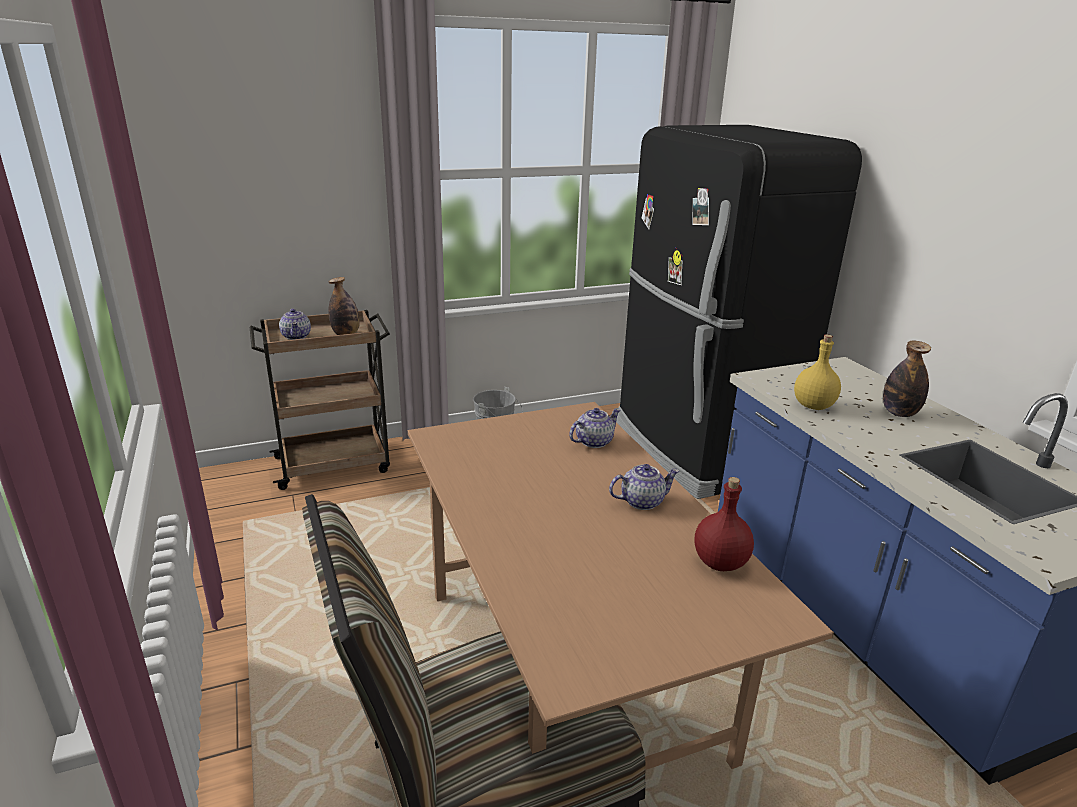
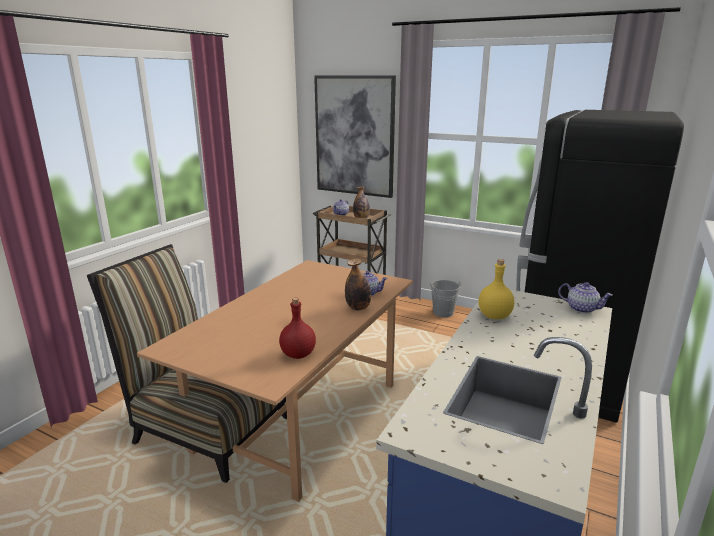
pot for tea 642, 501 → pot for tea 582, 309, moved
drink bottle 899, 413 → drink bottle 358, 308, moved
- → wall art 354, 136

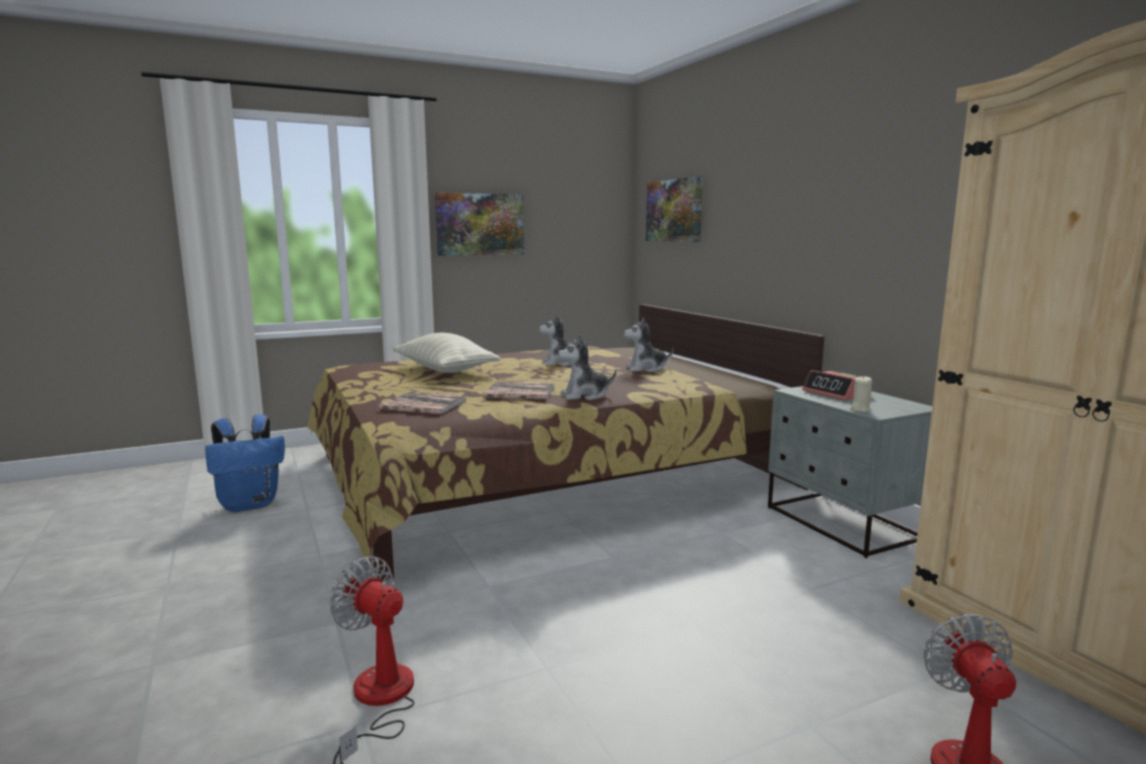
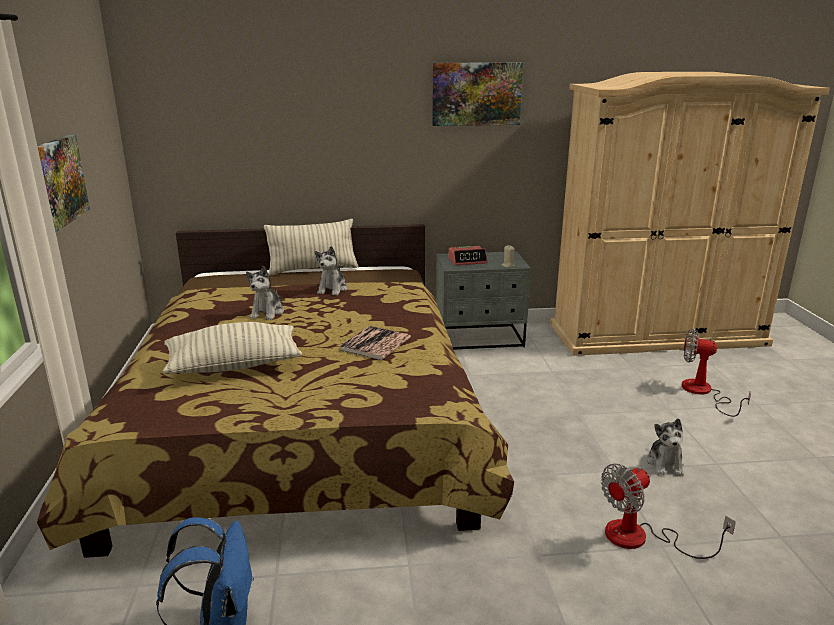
bound book 424, 405 → -
cuddly toy 585, 396 → cuddly toy 665, 464, moved
wall art 674, 210 → wall art 476, 94, moved
- → throw pillow 313, 269

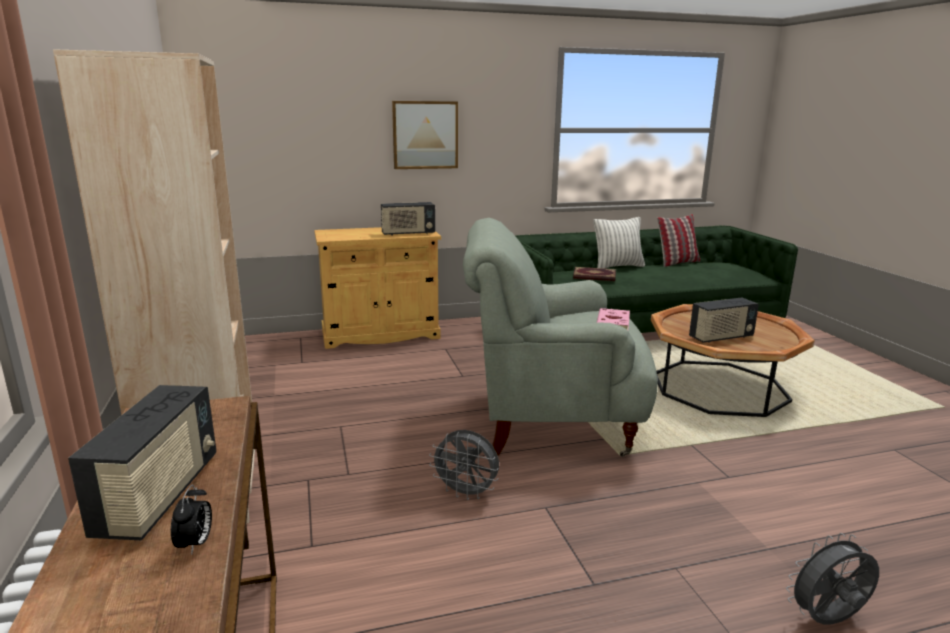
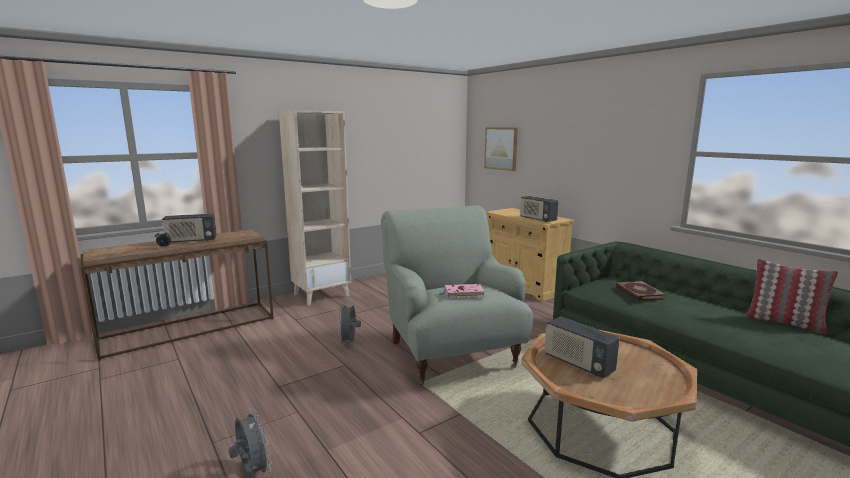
wall art 425, 135 → wall art 501, 148, moved
throw pillow 617, 266 → -

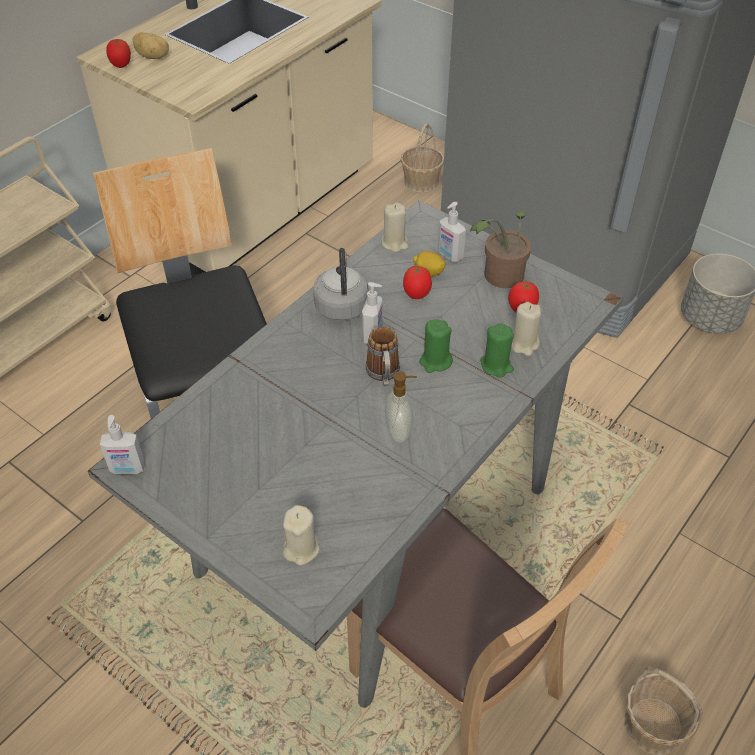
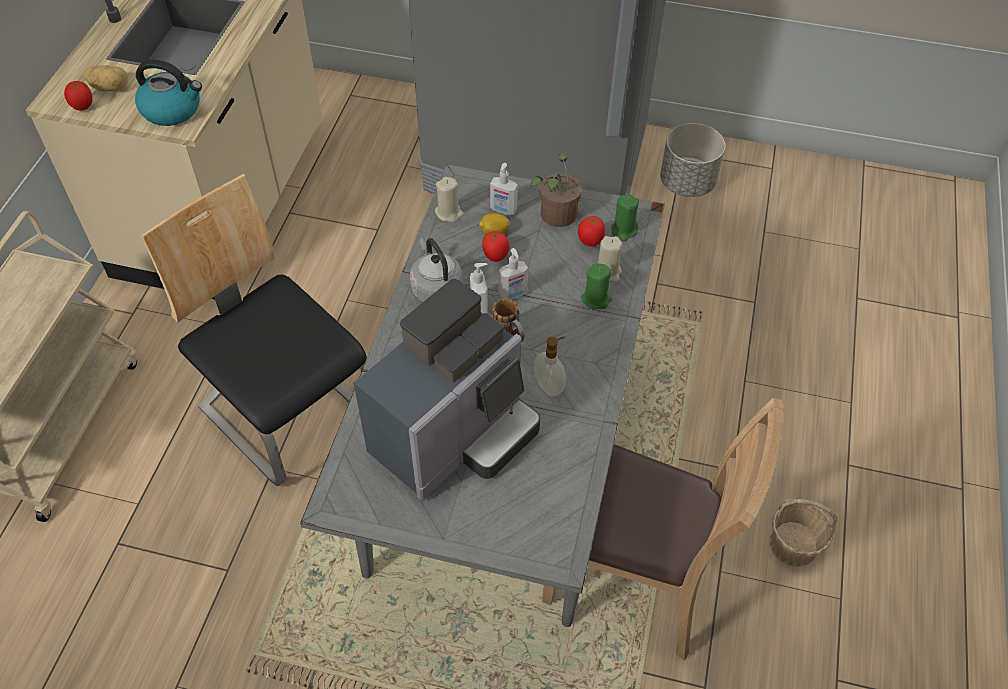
soap bottle 127, 469 → soap bottle 513, 294, moved
beige wax light 301, 548 → -
household basket 421, 182 → -
greenish wax light 435, 361 → greenish wax light 624, 230, moved
- → water kettle 173, 109
- → coffee maker 455, 435

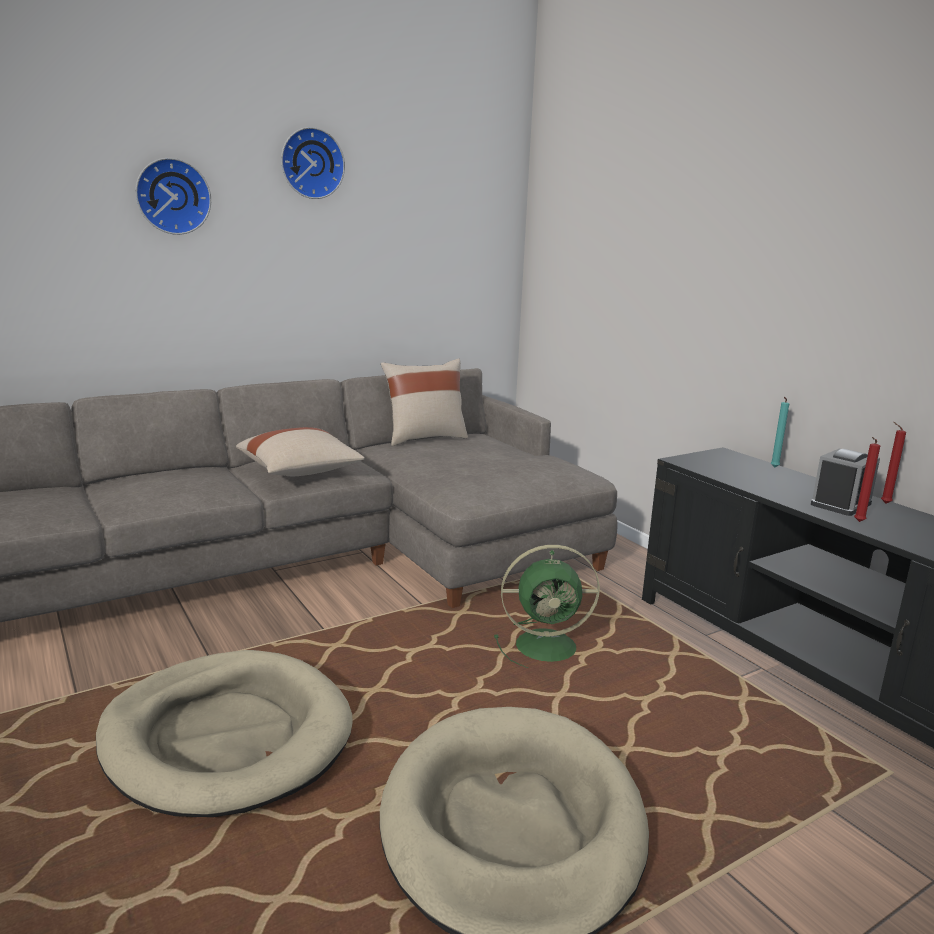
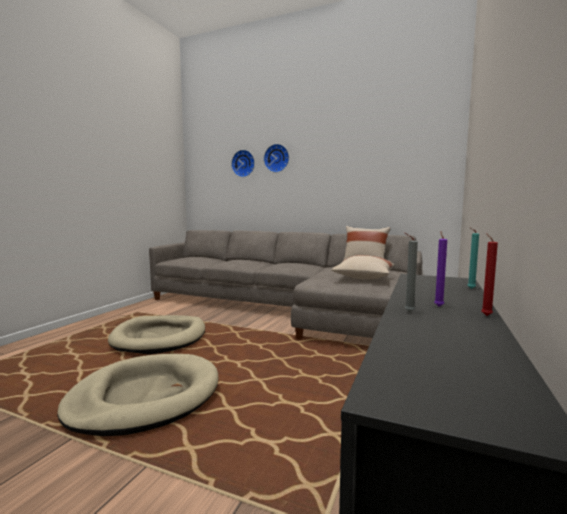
beige throw pillow 300, 472 → beige throw pillow 363, 278, moved
hanging clock 311, 163 → hanging clock 244, 163, moved
greenish cooling fan 549, 646 → -
alarm clock 841, 504 → purplish wax light 438, 306
reddish wax light 858, 522 → grey wax light 407, 312

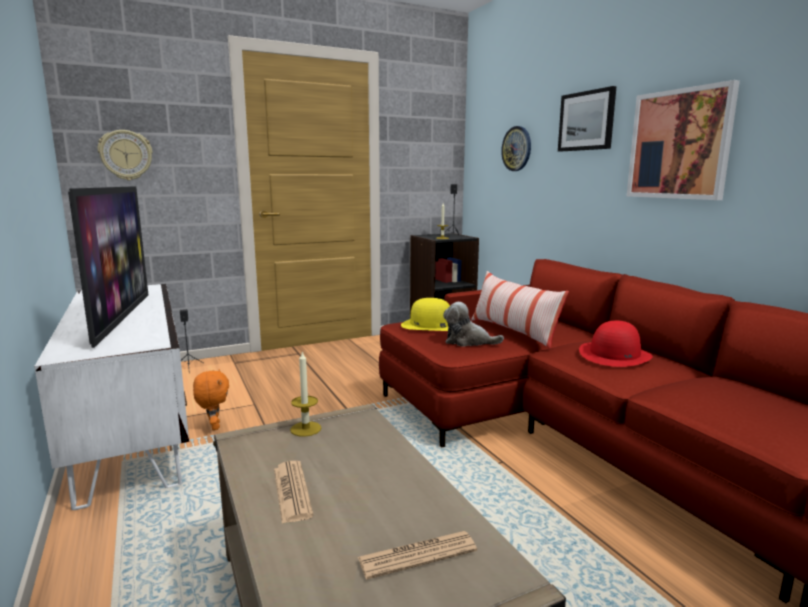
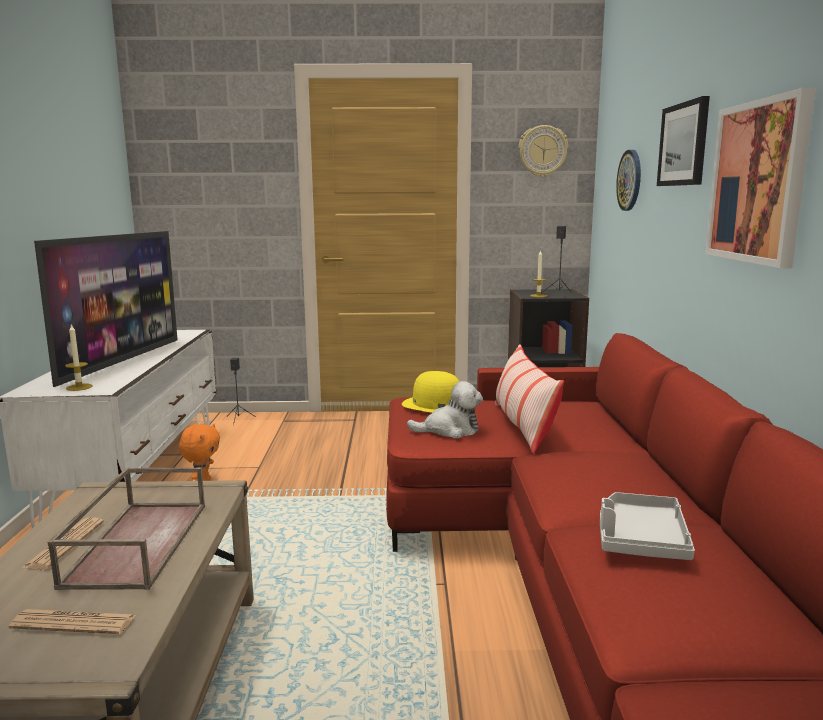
hanging clock 126, 155 → hanging clock 542, 151, moved
wax light 305, 429 → wax light 79, 387, moved
cuddly toy 468, 341 → cuddly toy 449, 430, 135 degrees clockwise
reddish wearable hat 614, 355 → -
- → brown tray 137, 542
- → grey tray 640, 539

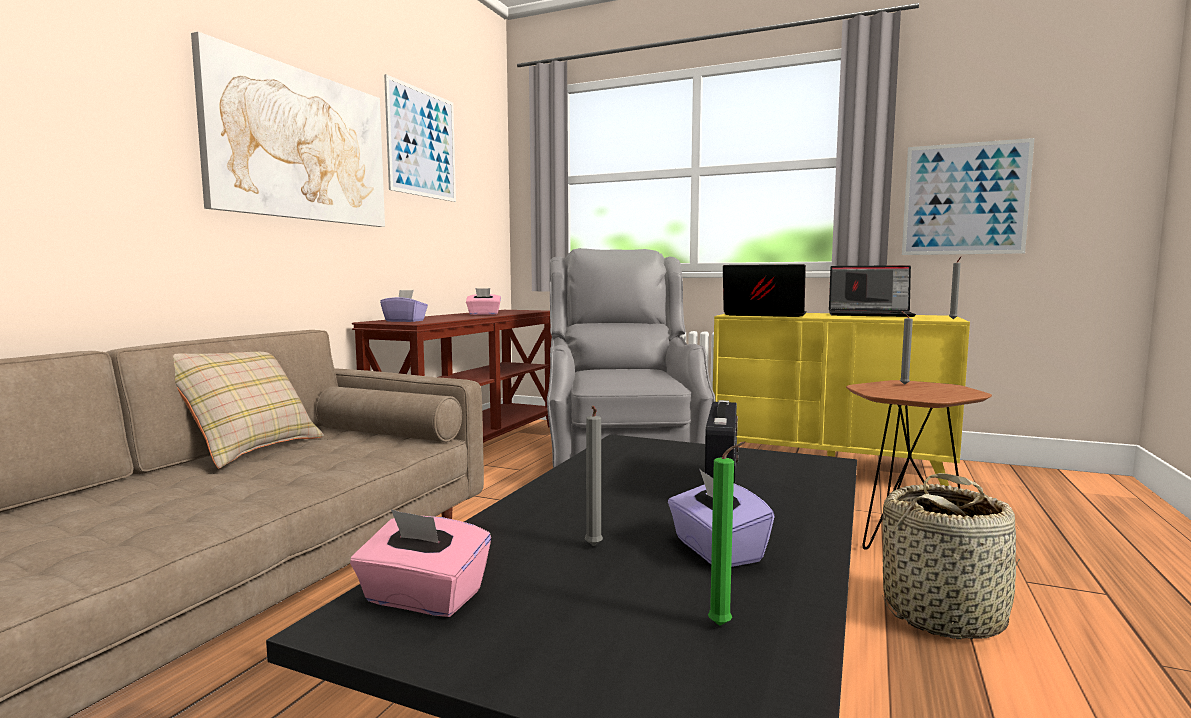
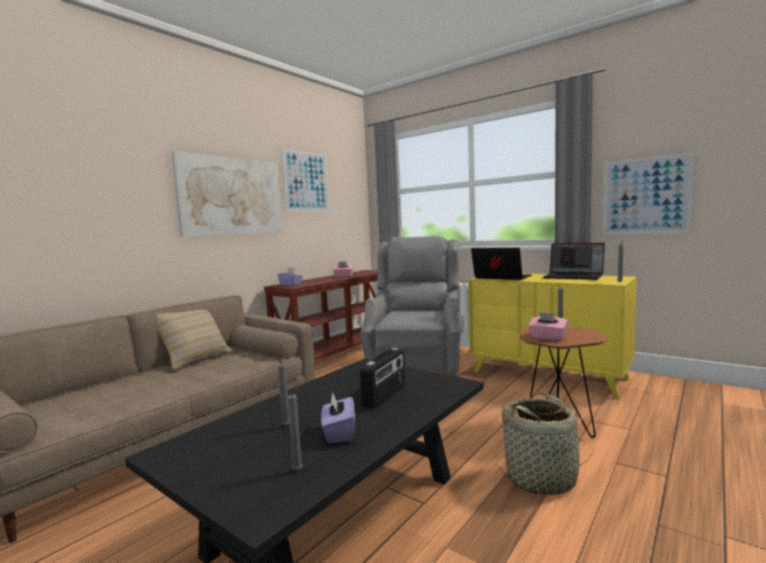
pink-coloured tissue holder 423, 598 → pink-coloured tissue holder 547, 338, moved
greenish wax light 724, 626 → grey wax light 299, 471

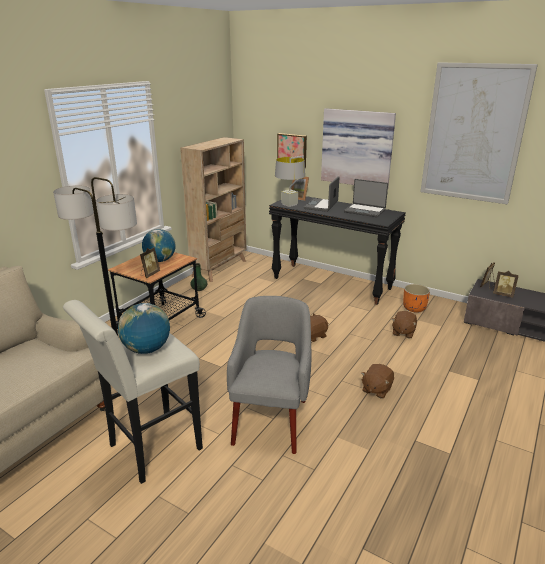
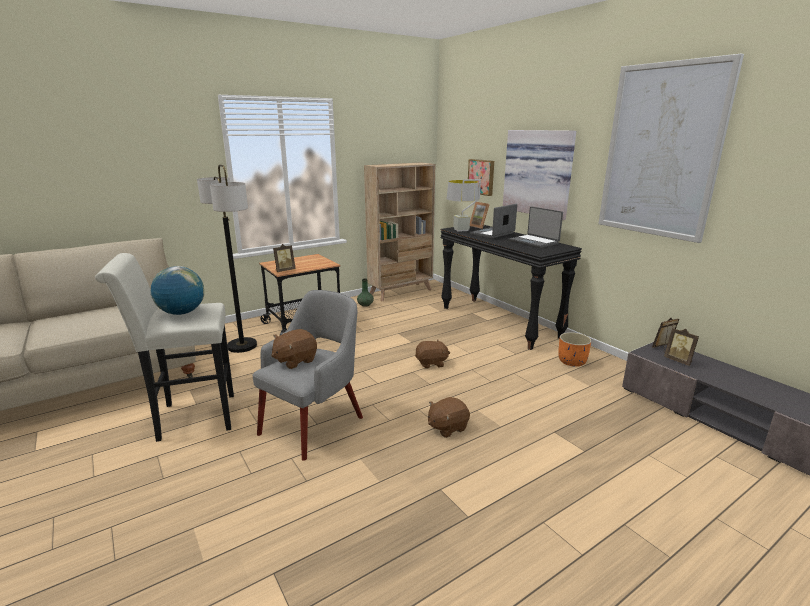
desk globe 160, 260 → -
brown cuddly toy 403, 332 → brown cuddly toy 295, 360, moved

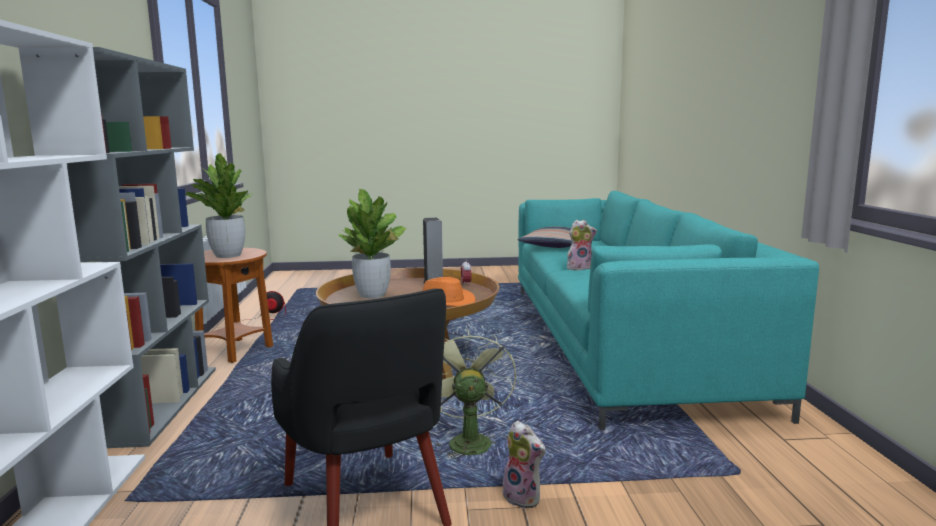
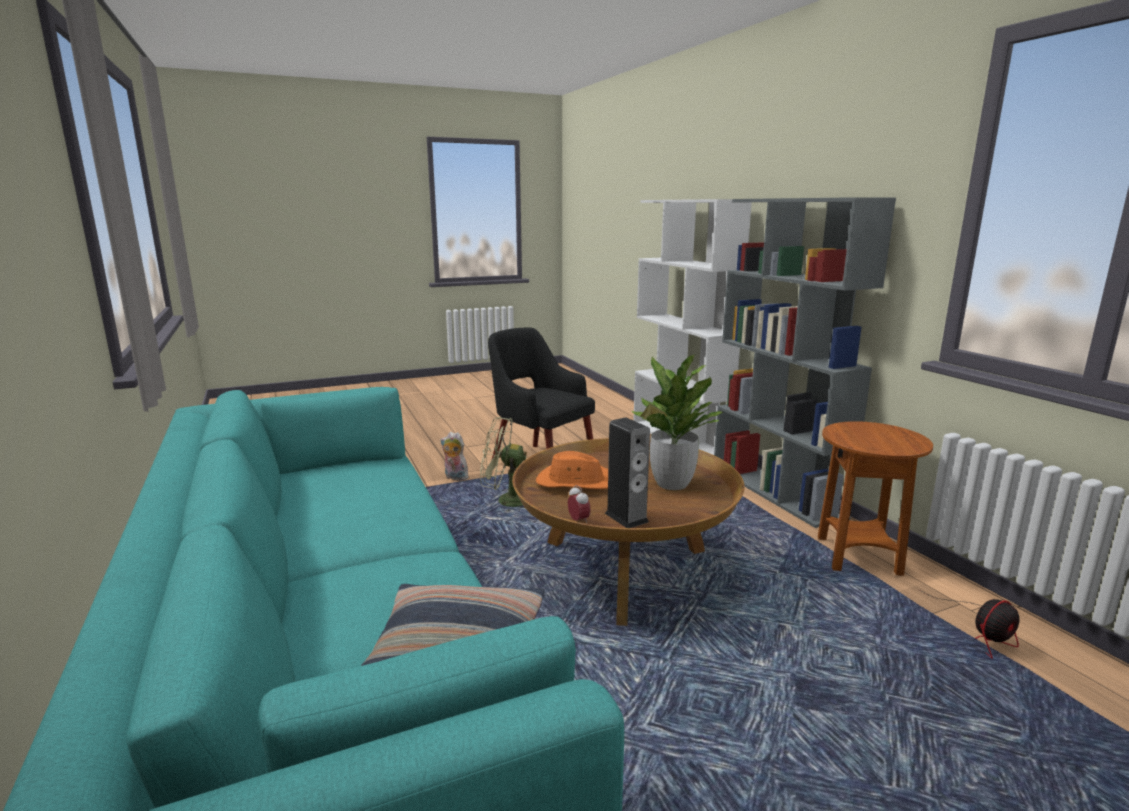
houseplant 228, 255 → -
greenish cooling fan 467, 440 → greenish cooling fan 506, 501, 120 degrees clockwise
cuddly toy 579, 268 → -

